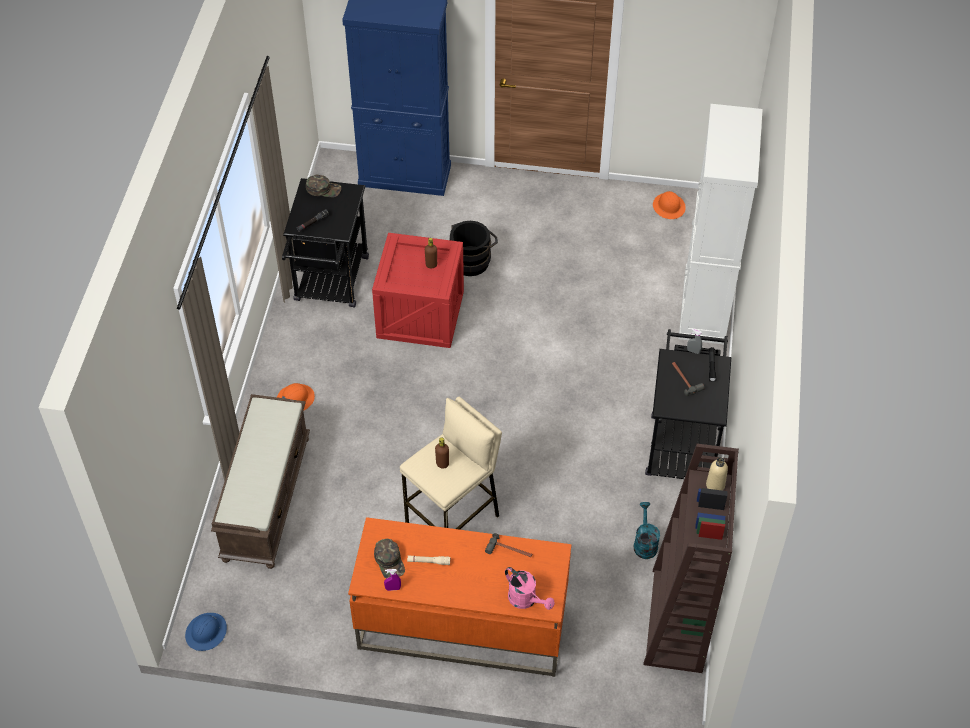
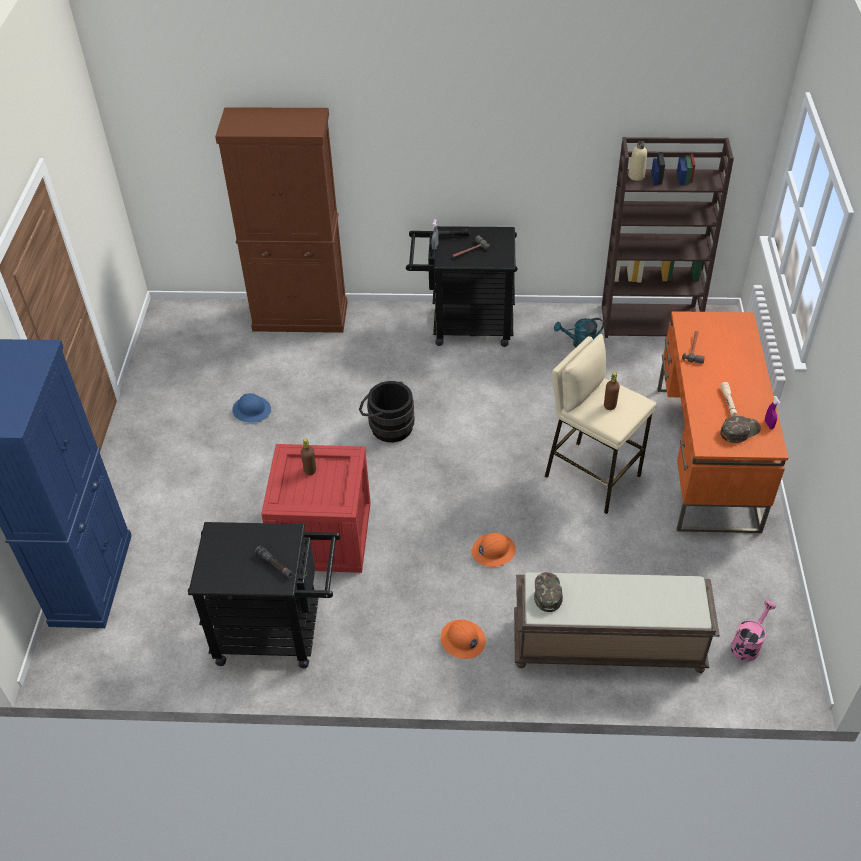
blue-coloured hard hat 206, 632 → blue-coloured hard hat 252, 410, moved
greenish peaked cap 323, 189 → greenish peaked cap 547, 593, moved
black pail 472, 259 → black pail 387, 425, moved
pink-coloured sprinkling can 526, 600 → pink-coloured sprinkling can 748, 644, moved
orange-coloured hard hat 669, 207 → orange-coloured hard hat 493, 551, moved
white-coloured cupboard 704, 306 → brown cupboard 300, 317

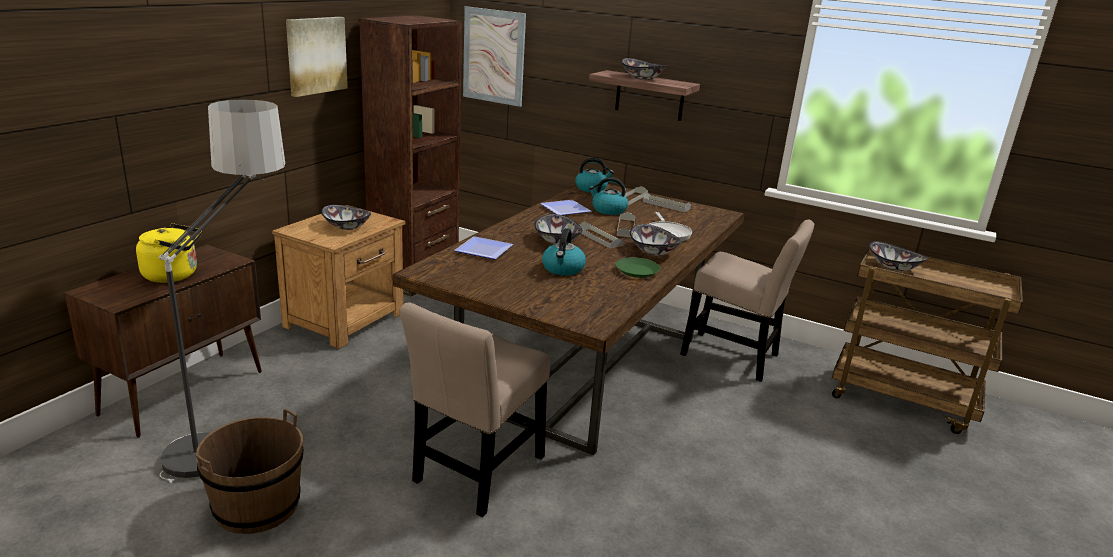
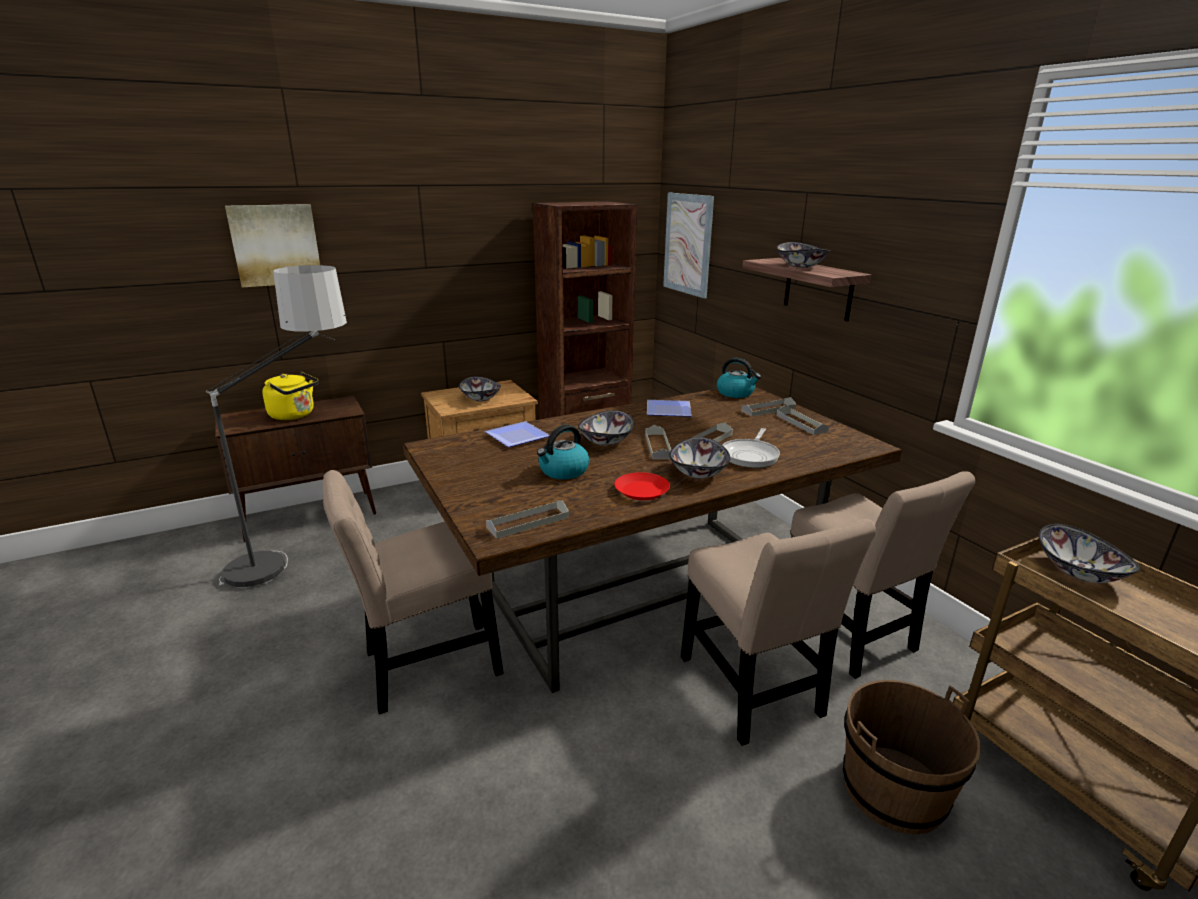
brown pail 257, 506 → brown pail 893, 790, moved
wall art 315, 55 → wall art 275, 245, moved
water kettle 608, 210 → -
greenish plate 637, 271 → reddish plate 642, 491
- → grey tray 528, 522
- → beige plain chair 752, 691

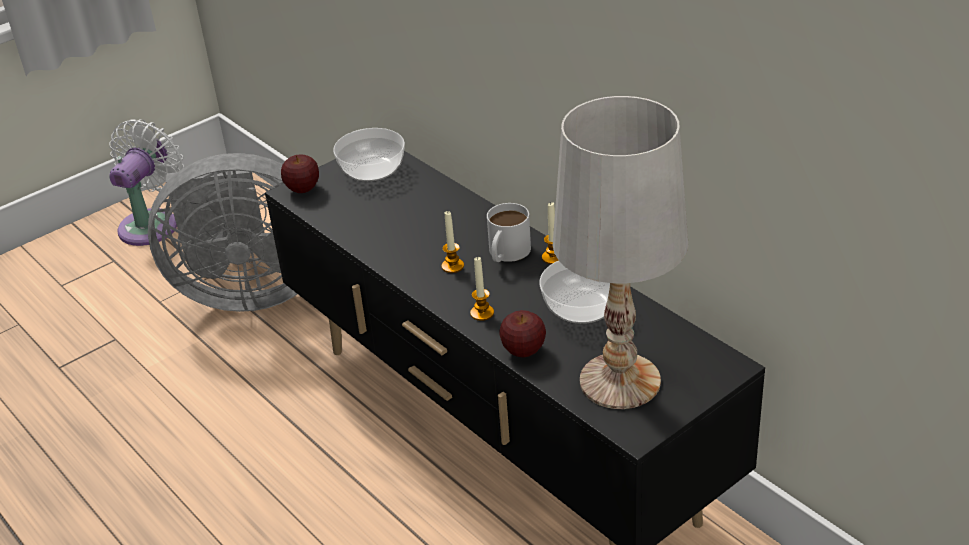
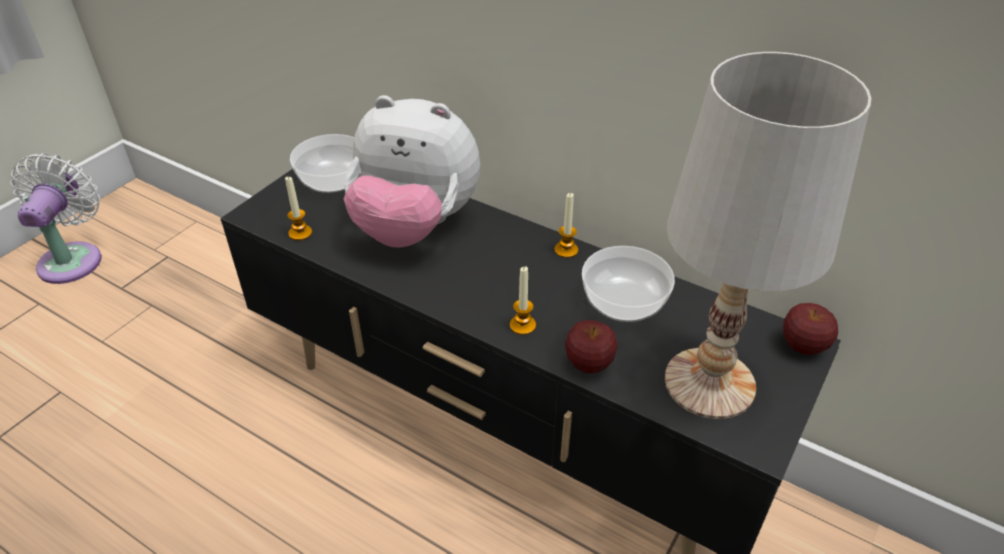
grey cooling fan 249, 291 → -
whole apple 303, 189 → whole apple 803, 345, moved
wax light 452, 266 → wax light 300, 233, moved
white-coloured tea mug 506, 254 → -
- → cuddly toy 414, 227

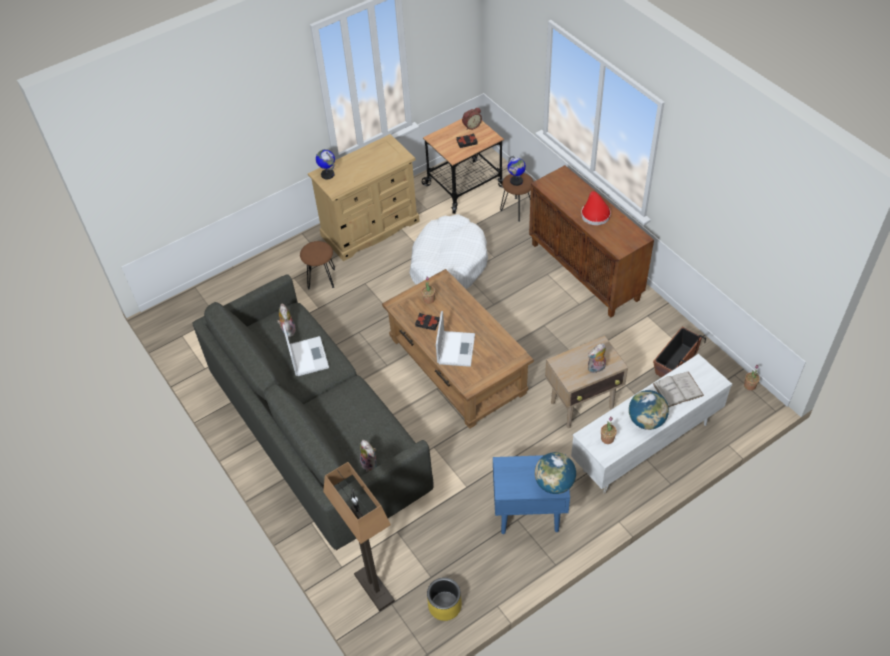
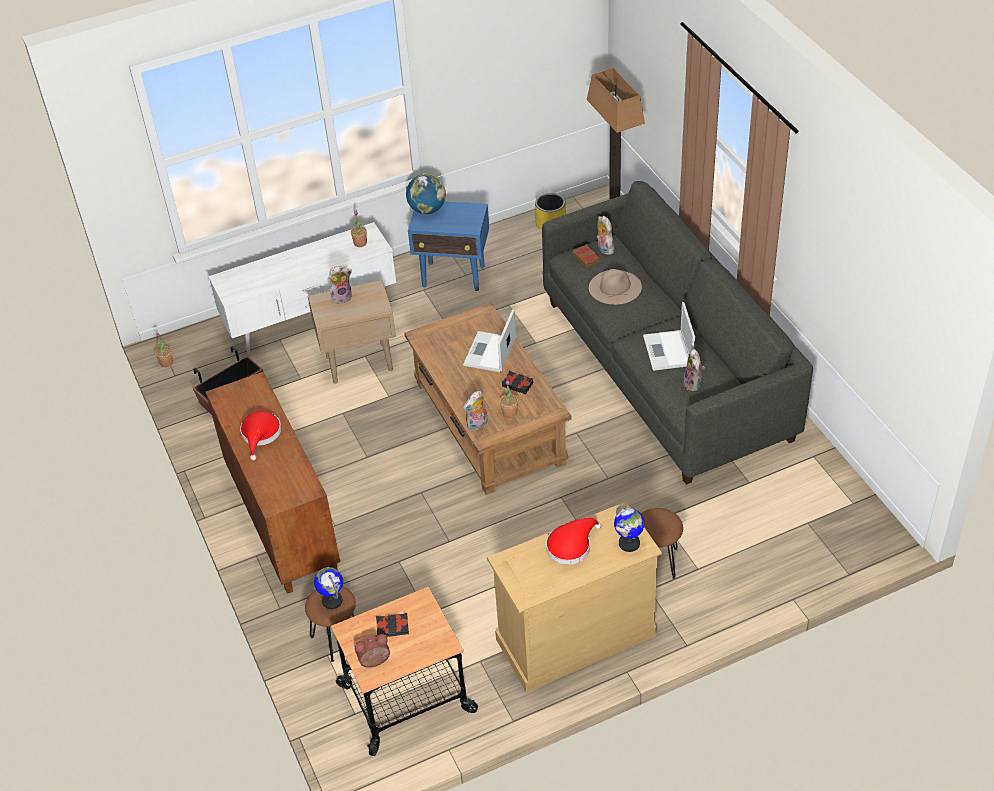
white-coloured dog cushion 448, 263 → -
desk globe 646, 420 → -
white-coloured bound book 678, 389 → -
- → cuddly toy 477, 425
- → reddish wearable hat 571, 546
- → brown bound book 586, 258
- → beige wearable hat 615, 287

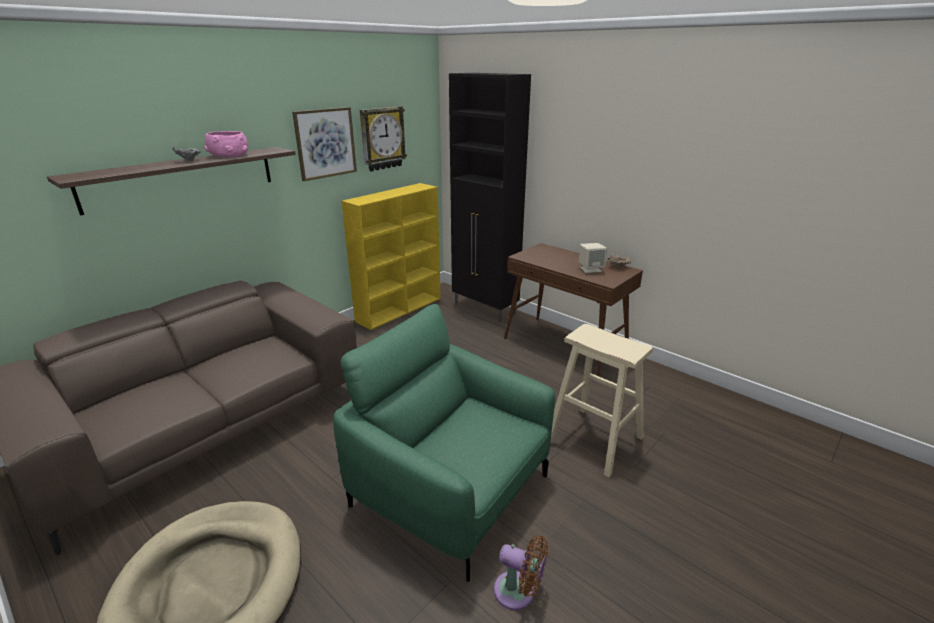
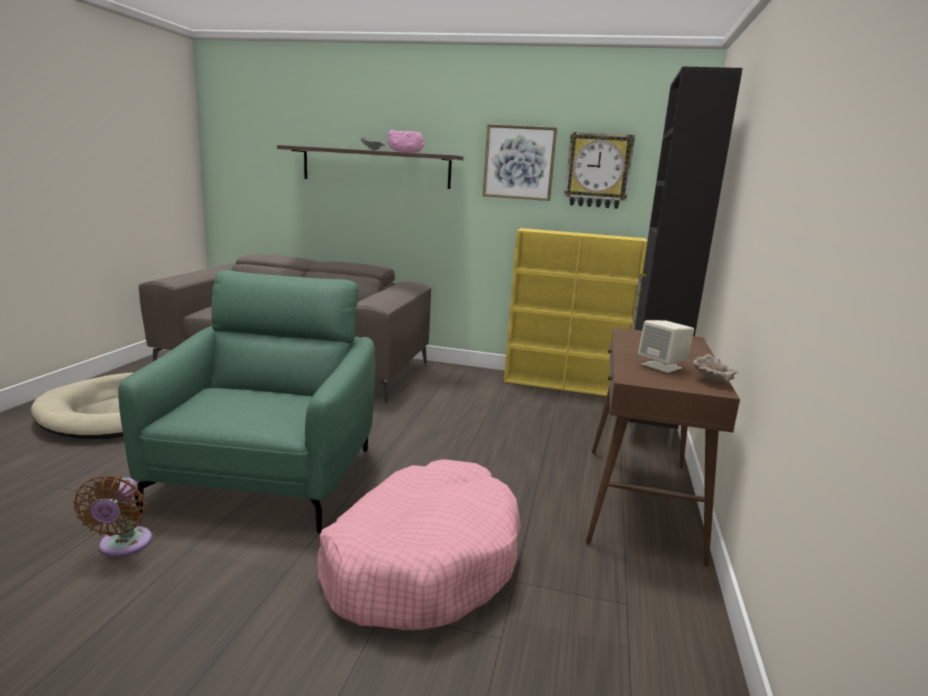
beige stool seat 594, 440 → pink-coloured dog cushion 422, 562

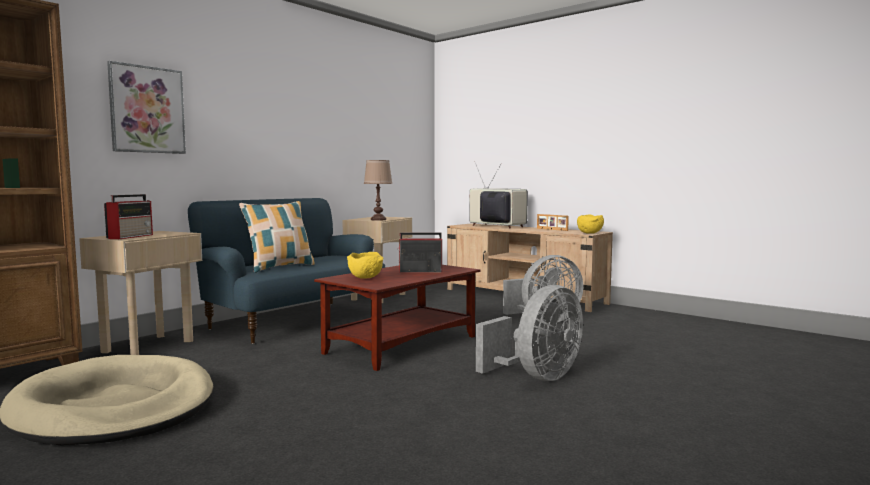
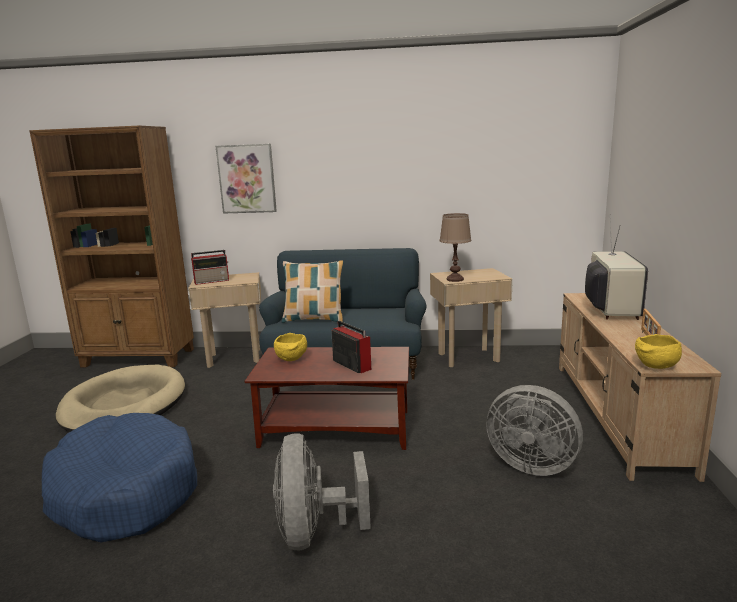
grey cooling fan 537, 377 → grey cooling fan 315, 532, 75 degrees clockwise
- → blue-coloured dog cushion 124, 491

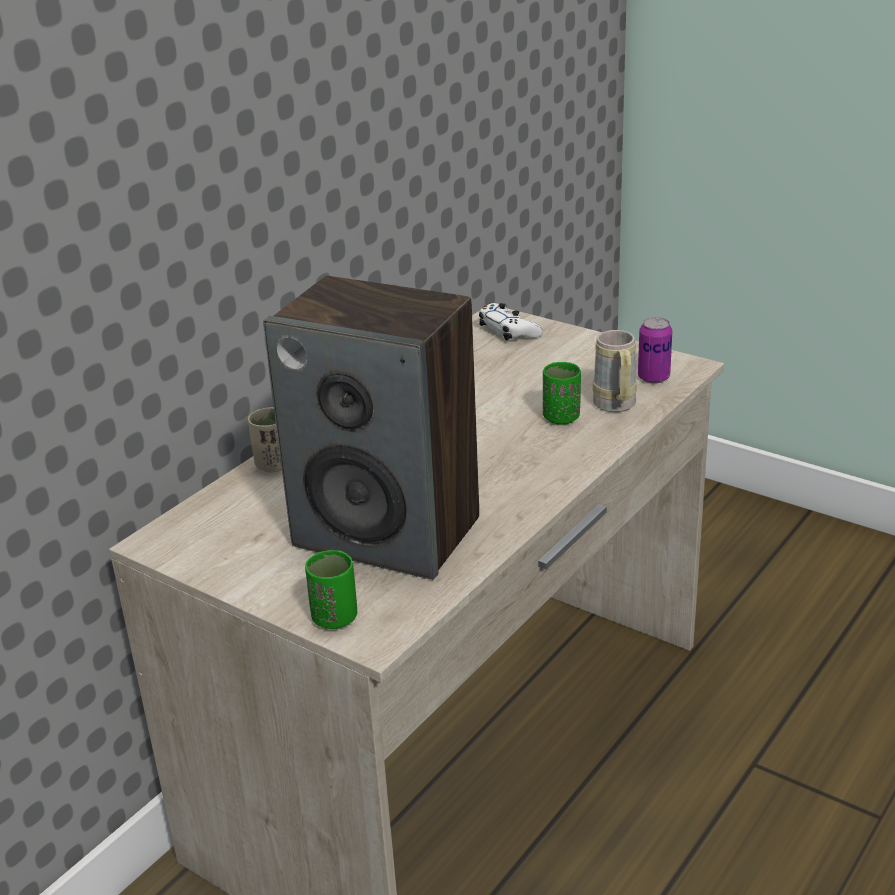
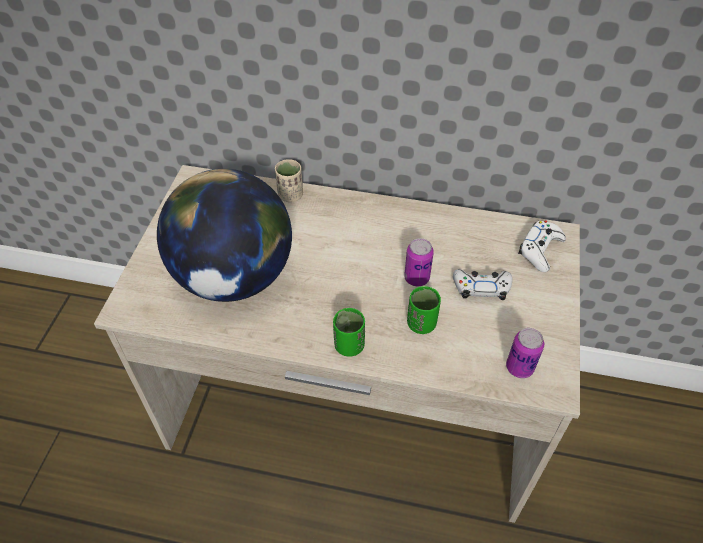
loudspeaker 389, 532 → desk globe 234, 277
greenish small cup 334, 618 → greenish small cup 349, 345, moved
beige tea mug 616, 407 → -
- → metal can 416, 278
- → white-coloured game controller 481, 287

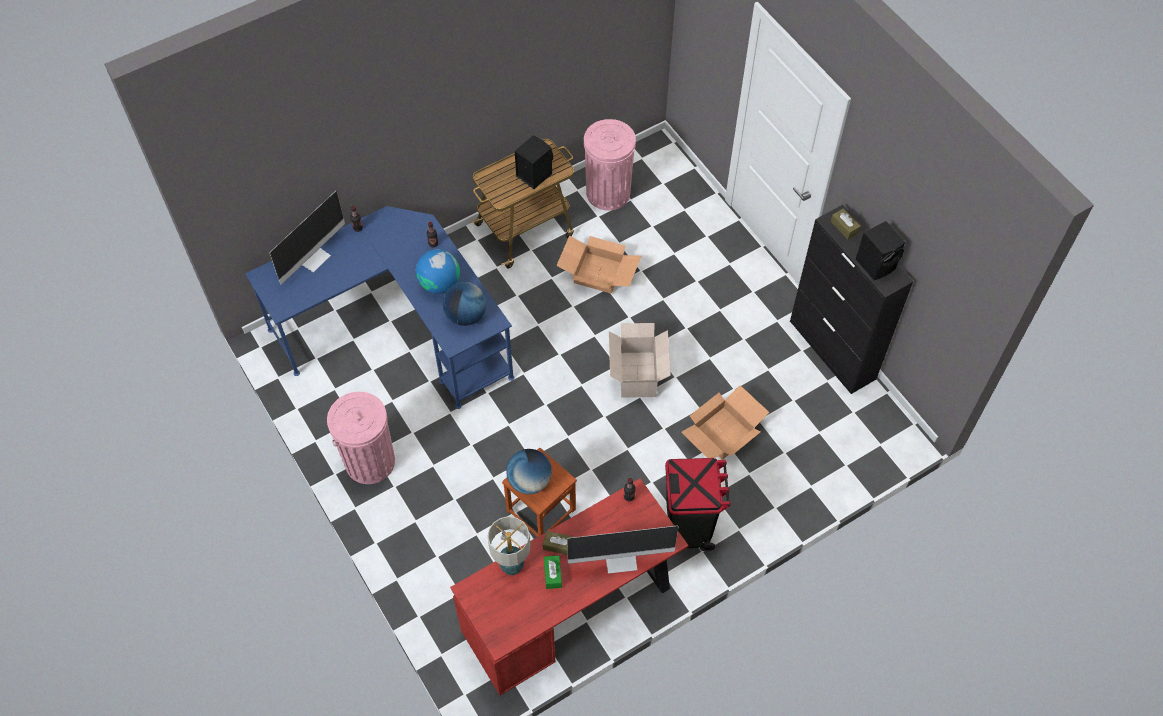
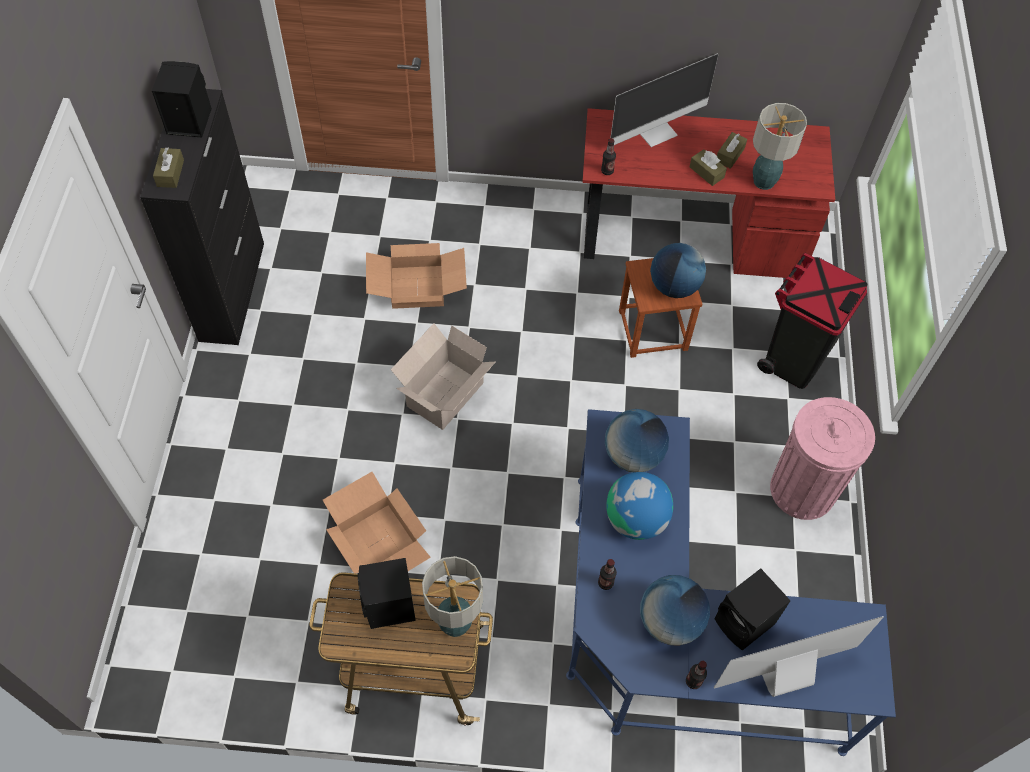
greenish tissue holder 552, 574 → brown tissue holder 730, 155
computer screen 621, 559 → computer screen 656, 131, 120 degrees clockwise
pink-coloured rubbish bin 608, 193 → -
black rubbish bin 689, 525 → black rubbish bin 794, 359, moved
- → tabletop lamp 454, 623
- → desk globe 670, 621
- → black loudspeaker 745, 623

